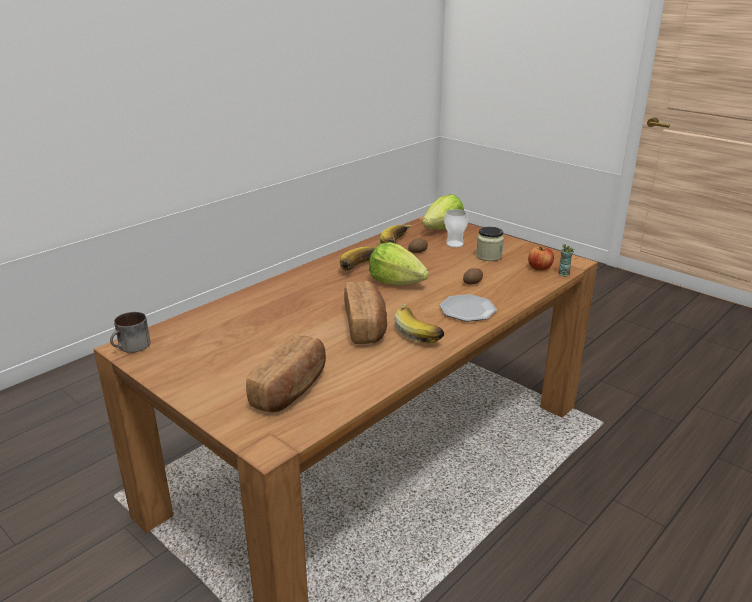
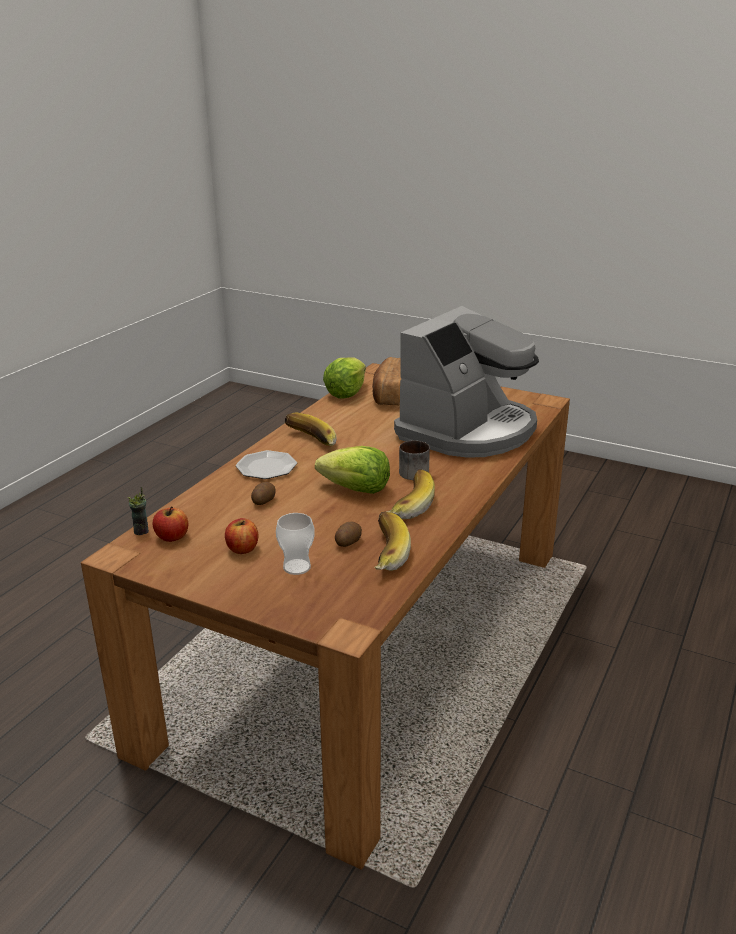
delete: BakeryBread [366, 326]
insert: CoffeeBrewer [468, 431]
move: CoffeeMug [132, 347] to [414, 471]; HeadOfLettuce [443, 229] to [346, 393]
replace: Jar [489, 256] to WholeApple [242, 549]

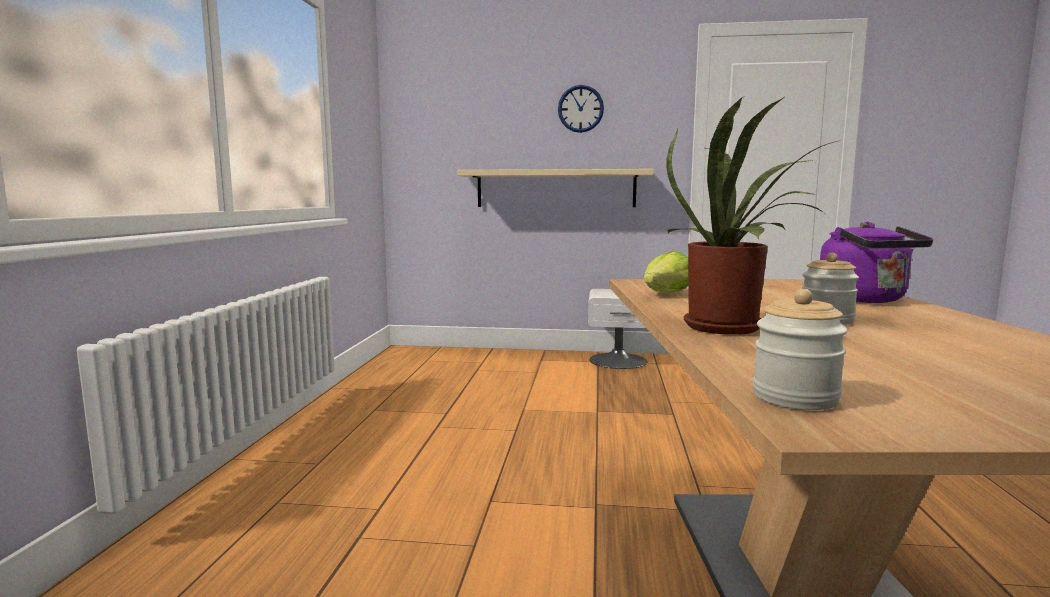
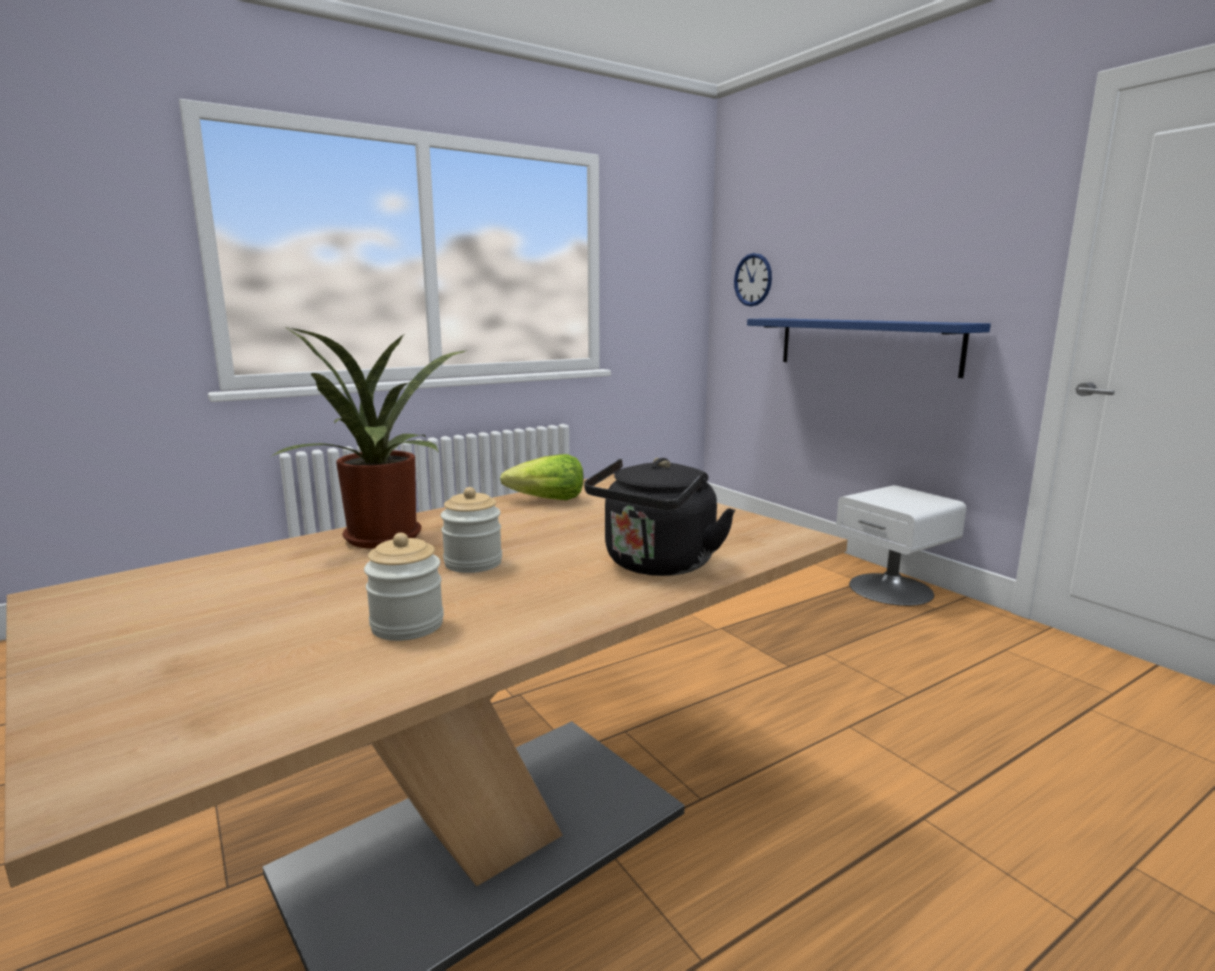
move: HangingClock [580, 109] to [753, 280]; Jar [795, 397] to [407, 625]
recolor: BeigeColouredBracketShelf [555, 188] to BlueBracketShelf [865, 344]; PurpleColouredKettle [866, 300] to BlackKettle [656, 565]

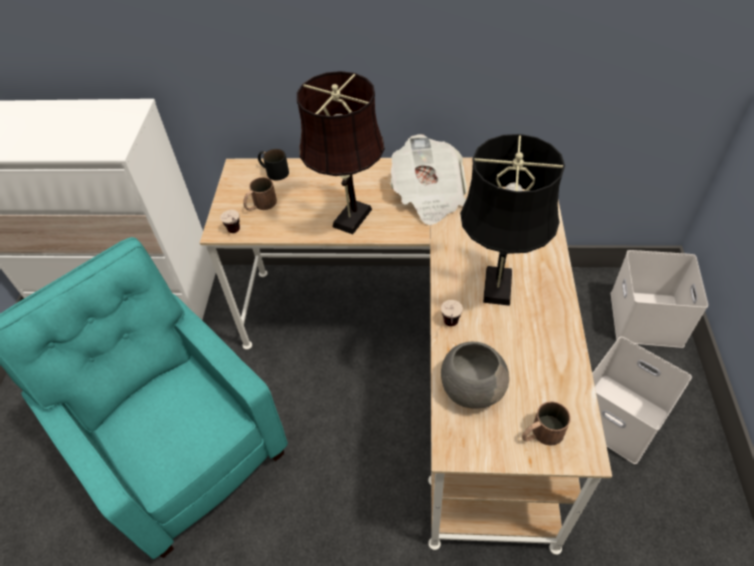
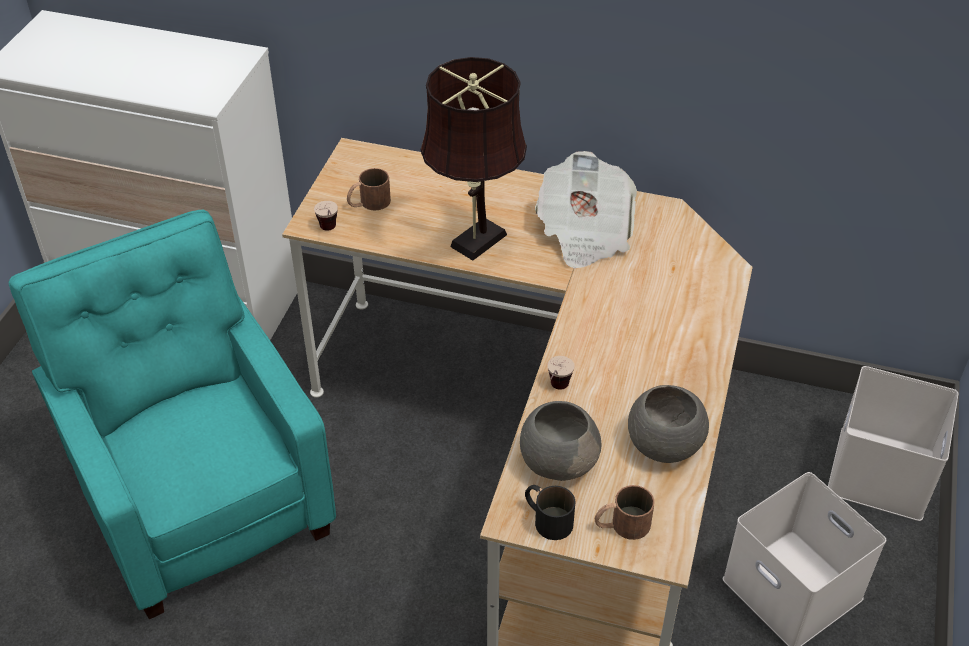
delete: BlackTableLamp [497, 290]
insert: GrayServingBowl [664, 444]
move: BlackCoffeeMug [273, 171] to [546, 518]

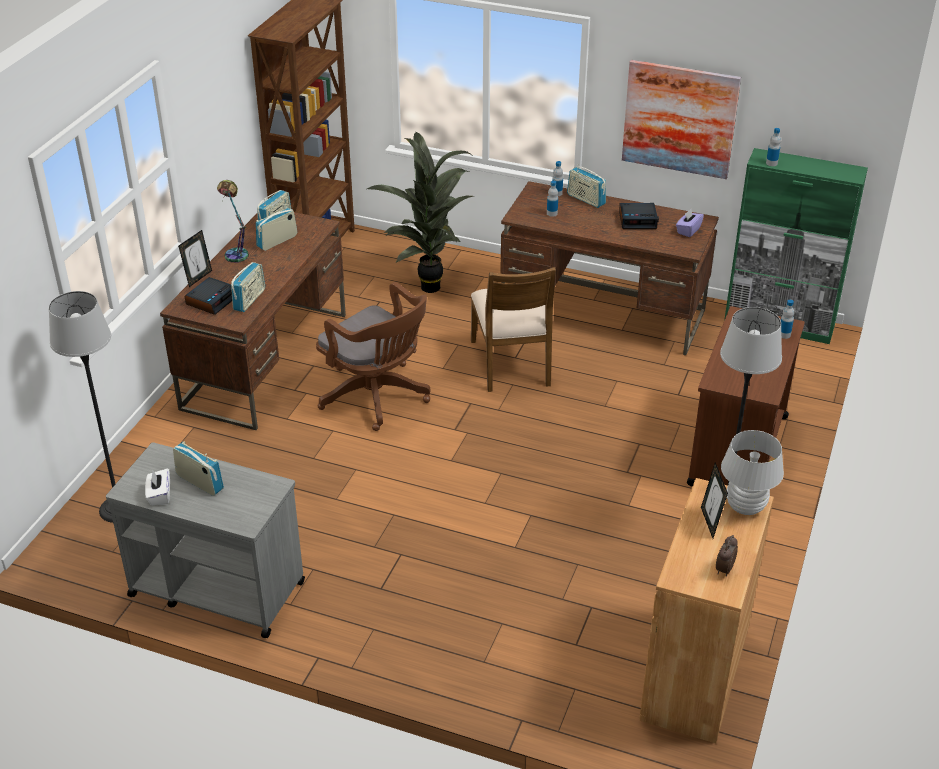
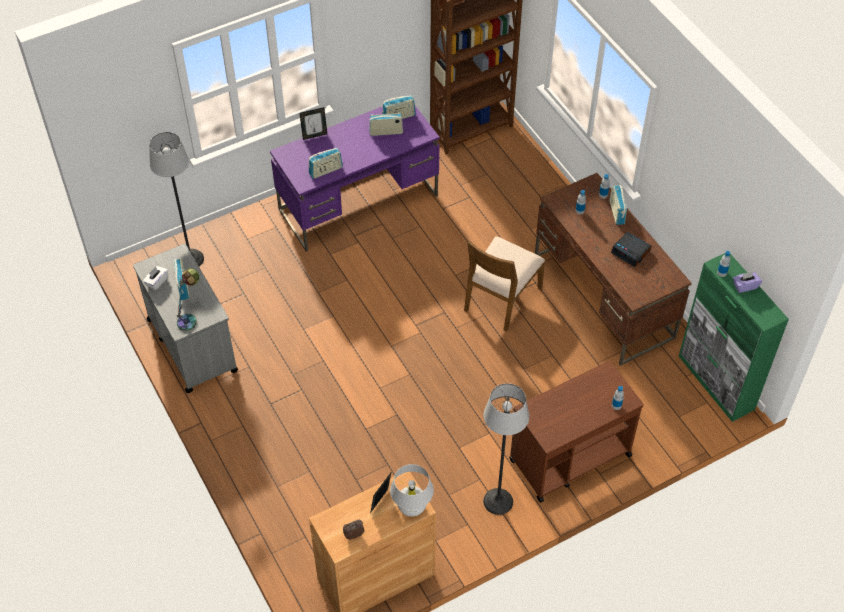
delete: BedsideClock [211, 300]; BrownColouredOfficeChair [378, 397]; PottedPlant [429, 285]; WallArt [679, 119]
move: TableLamp [236, 252] to [190, 318]; PurpleColouredTissueBox [688, 230] to [745, 286]
recolor: BrownColouredDeskTable [266, 360] to PurpleColouredDeskTable [359, 202]

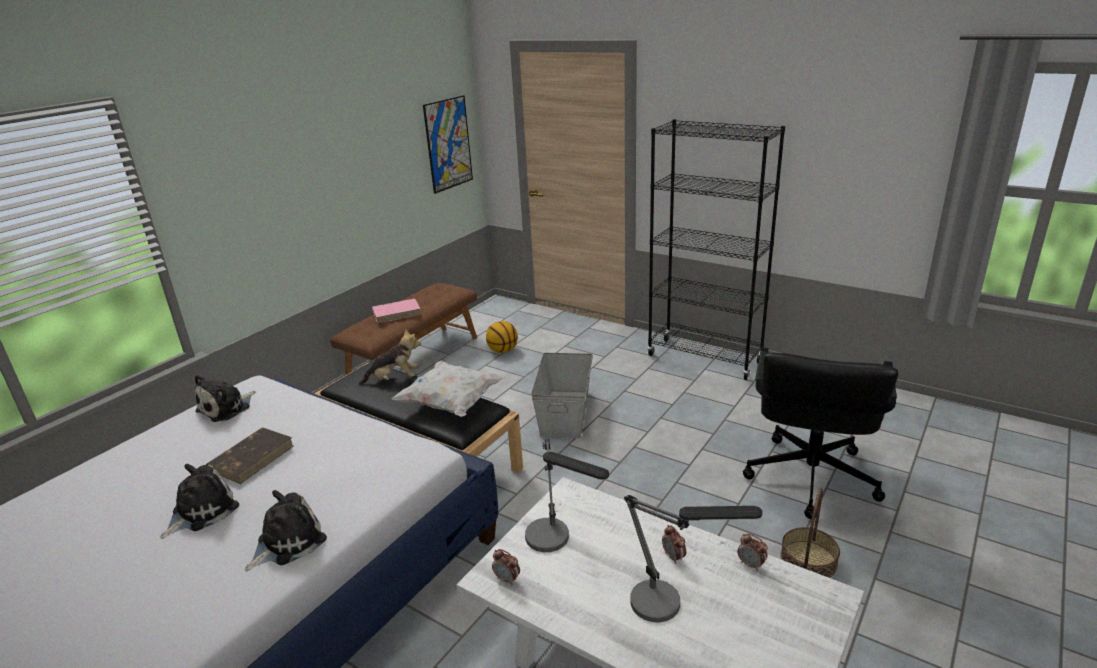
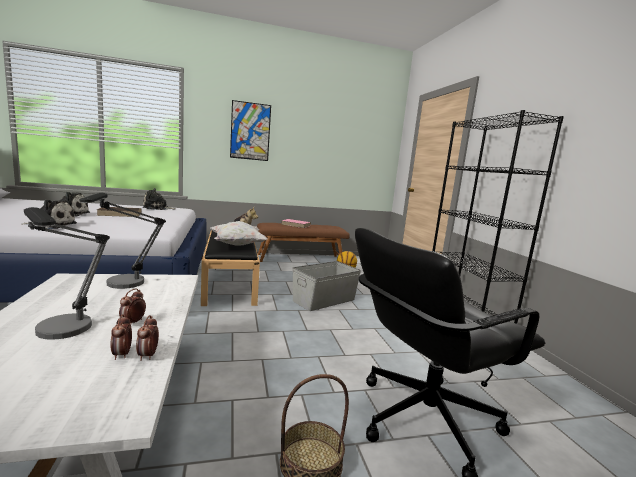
move: WallArt [448, 144] to [250, 131]; BedsideClock [507, 579] to [122, 354]

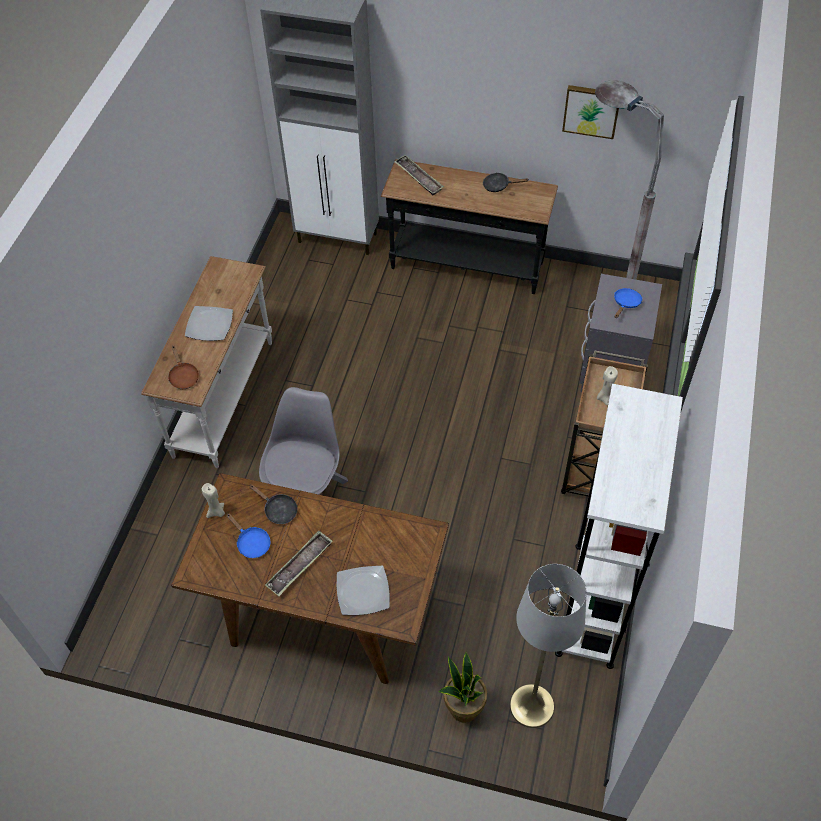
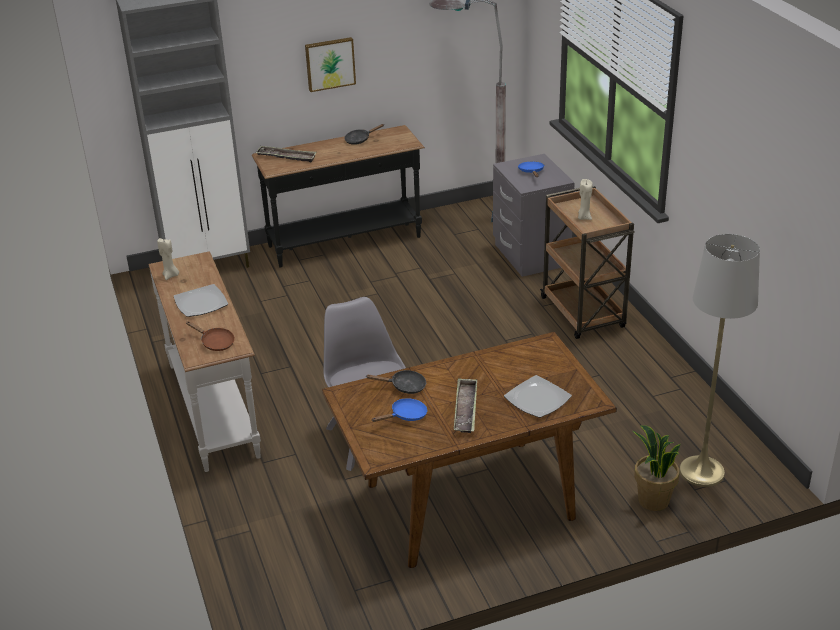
delete: WhitishBookshelf [593, 604]
move: BeigeColouredWaxLight [216, 512] to [170, 276]; WallArt [591, 110] to [330, 63]
rotate: BlueFryingPan [251, 543] = [406, 416] 45 degrees counterclockwise

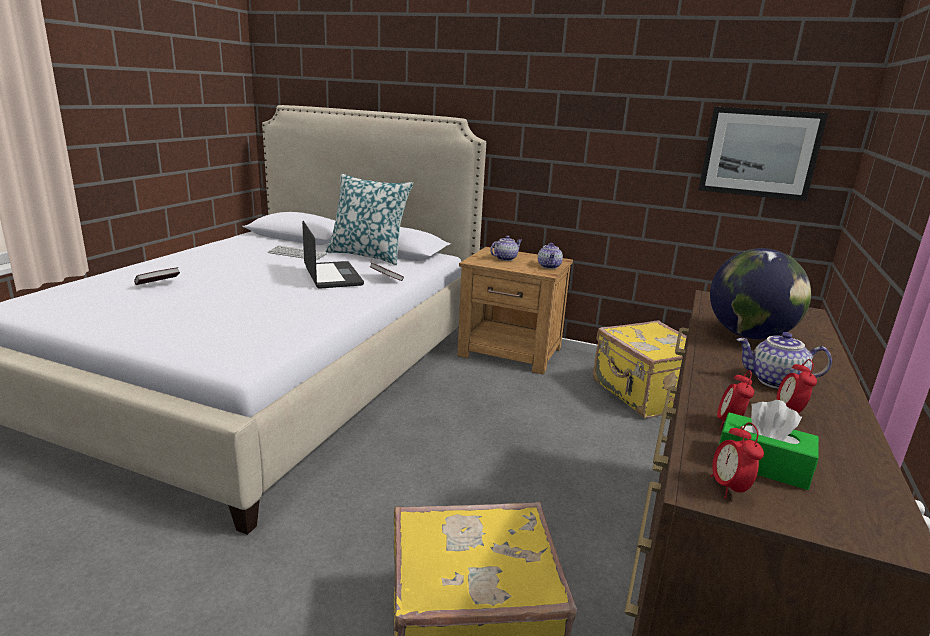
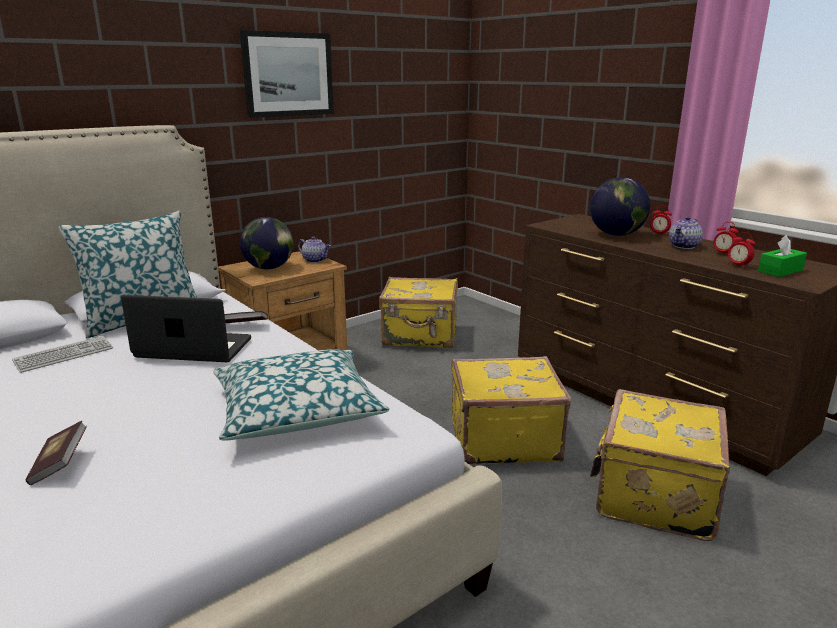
insert: ThrowPillow [297, 410]; YellowishPieceOfLuggage [502, 439]
move: WallArt [759, 153] to [288, 74]; BedsideClock [729, 488] to [658, 234]
replace: TeaPot [505, 258] to Globe [268, 268]

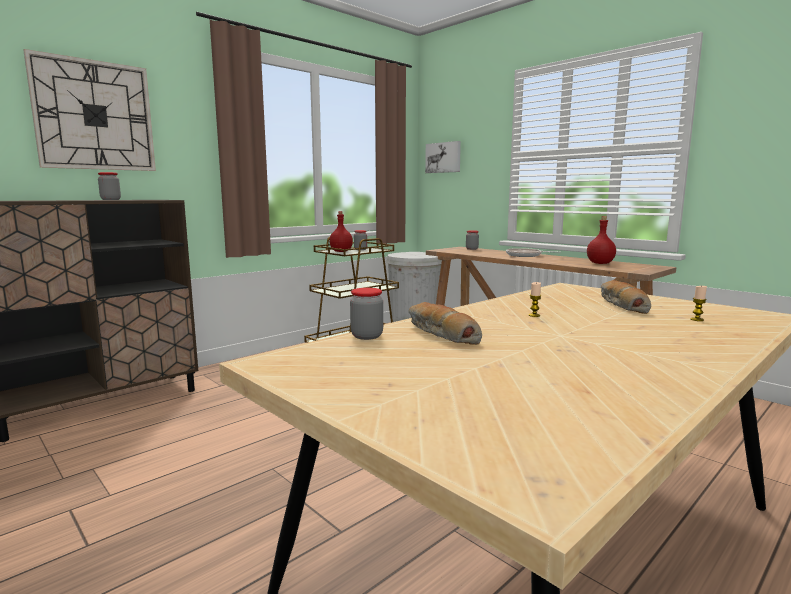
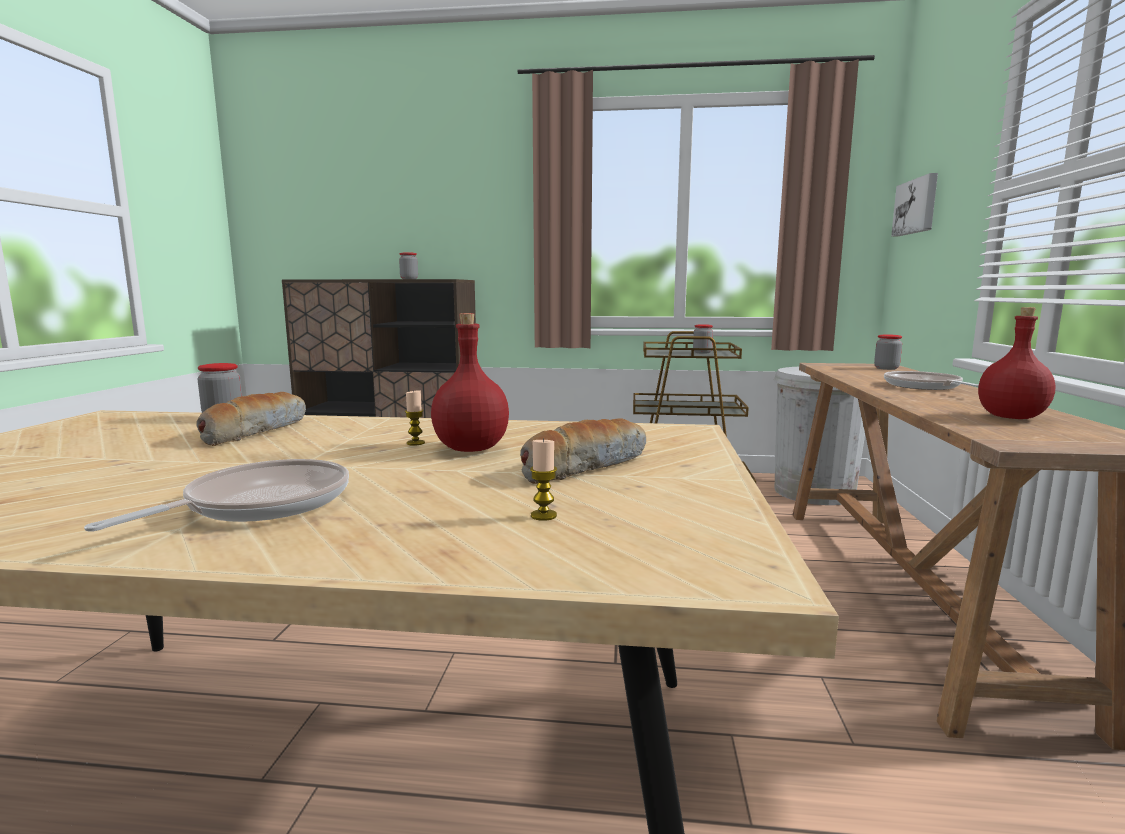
delete: HangingClock [94, 116]
insert: FryingPan [260, 504]
move: RedBeverageBottle [341, 251] to [470, 448]

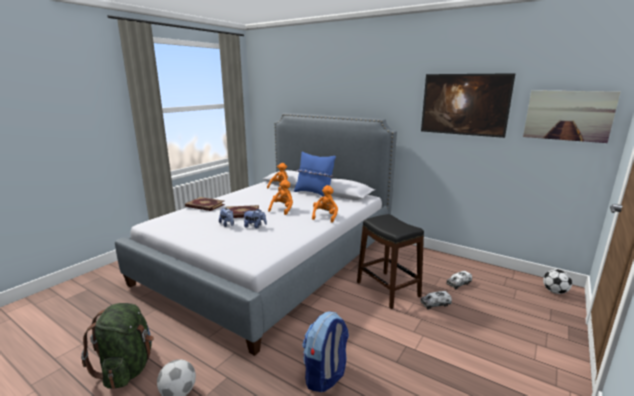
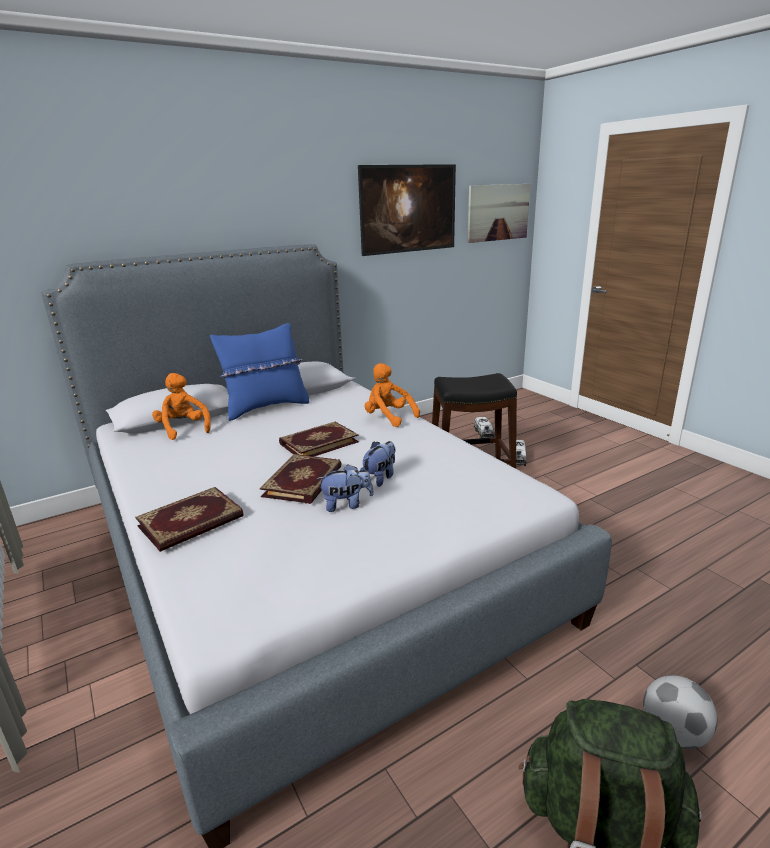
delete: Rucksack [325, 375]; Football [554, 291]
replace: OrangeColouredPlushToy [283, 209] to Book [318, 442]

